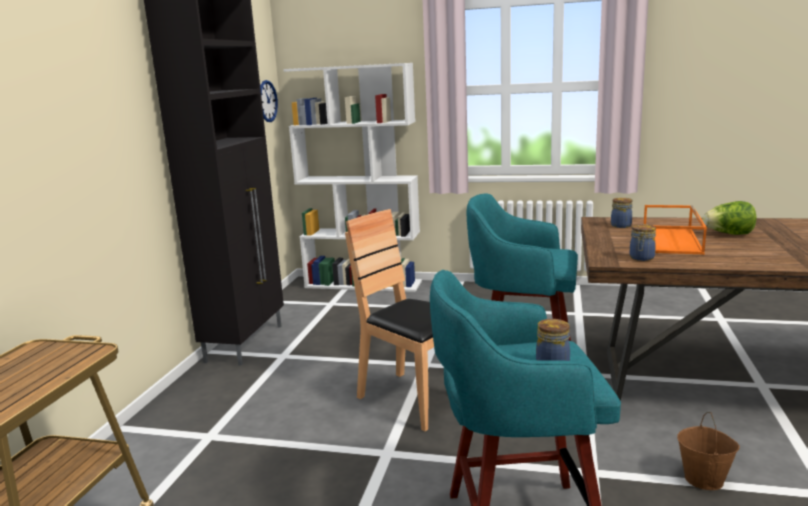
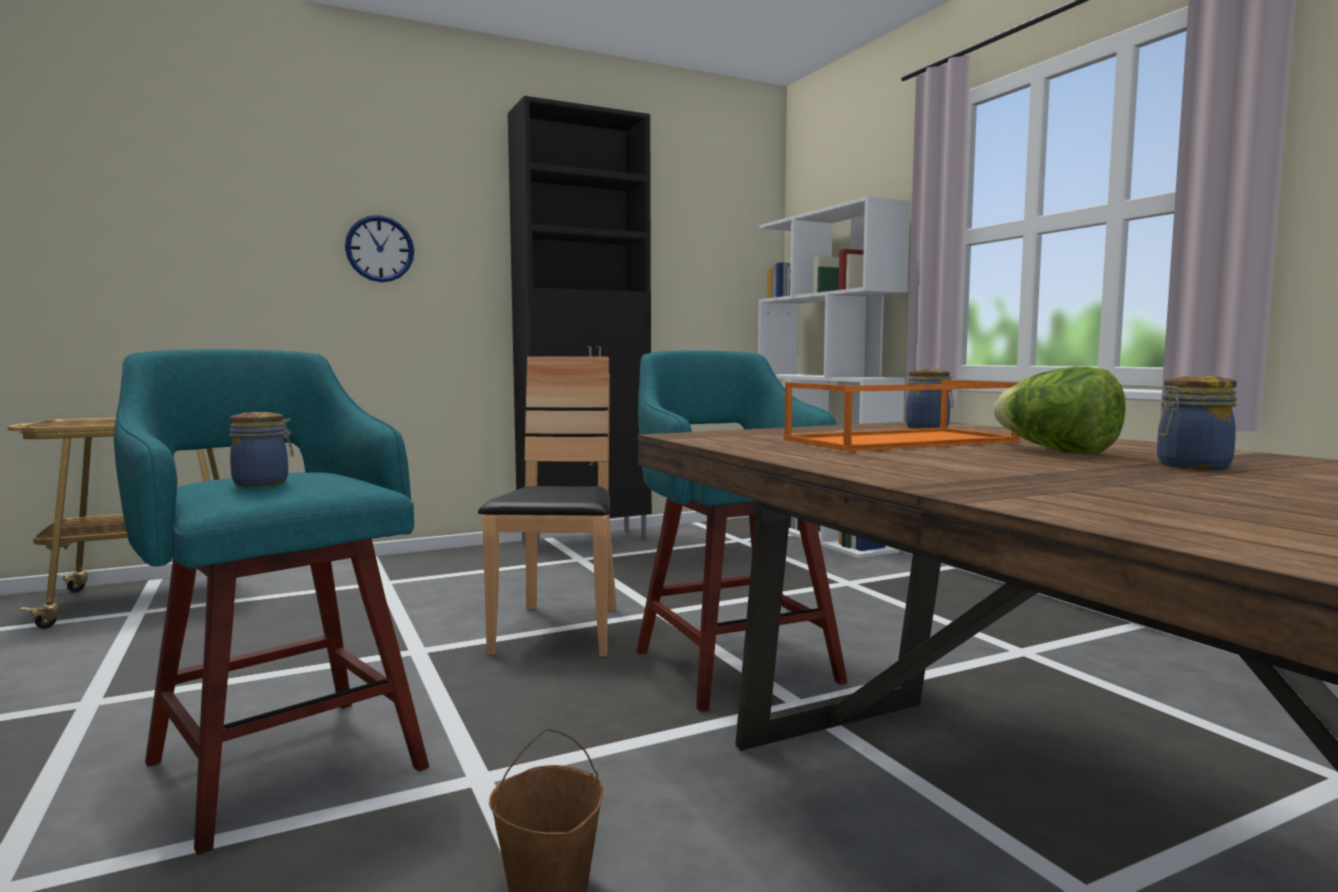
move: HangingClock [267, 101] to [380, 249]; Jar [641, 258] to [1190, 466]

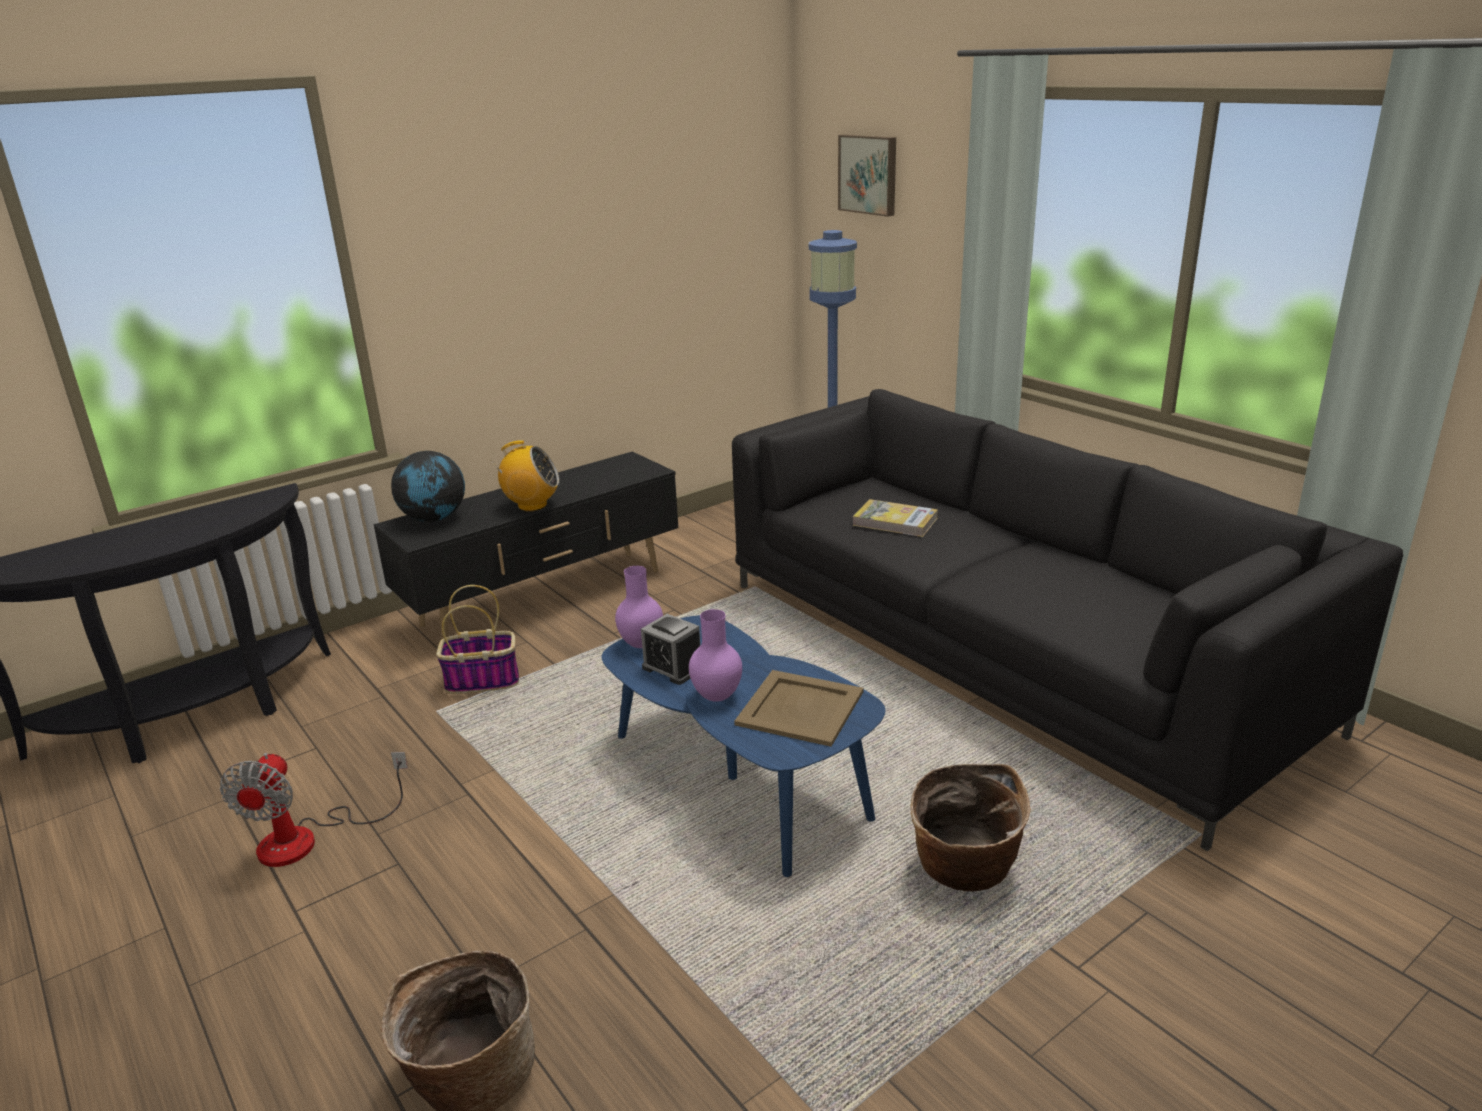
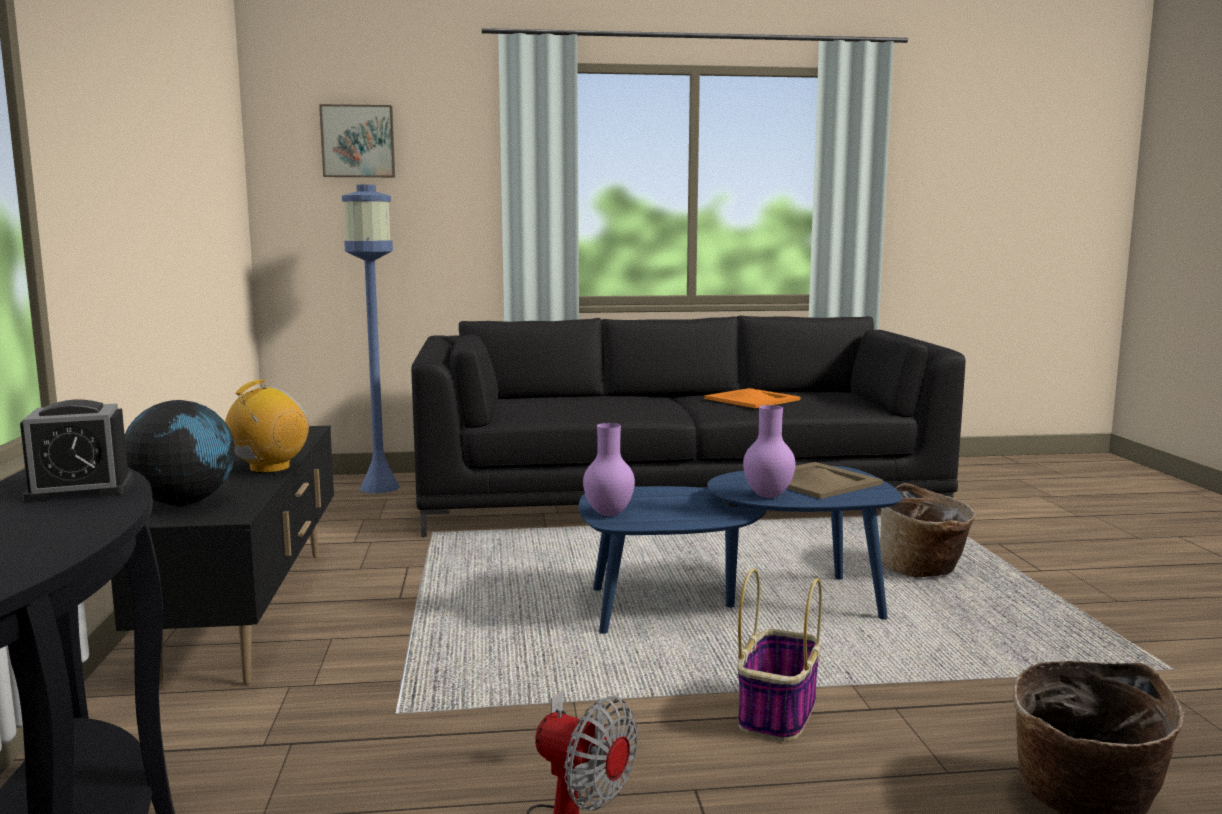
delete: Book [895, 522]
insert: OrangeColouredServingTray [753, 399]
move: StorageBasket [483, 680] to [777, 712]; BedsideClock [673, 668] to [80, 490]

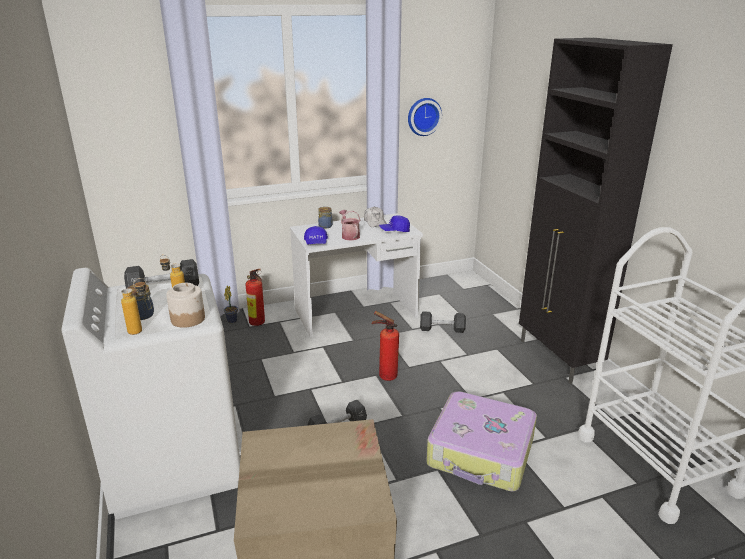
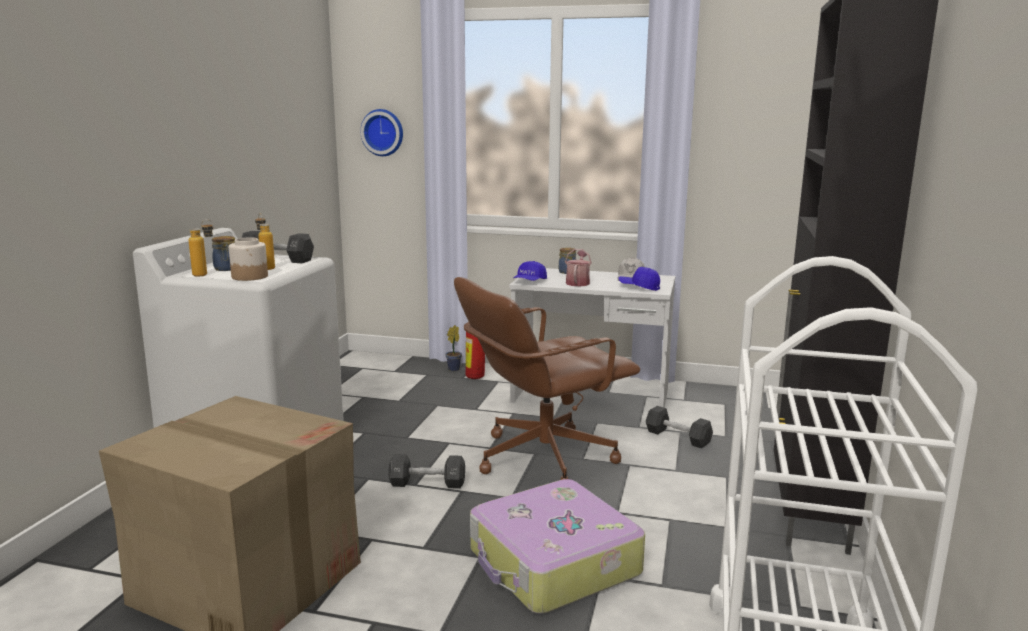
move: HangingClock [423, 116] to [383, 132]
replace: FireExtinguisher [385, 376] to BrownColouredOfficeChair [543, 458]

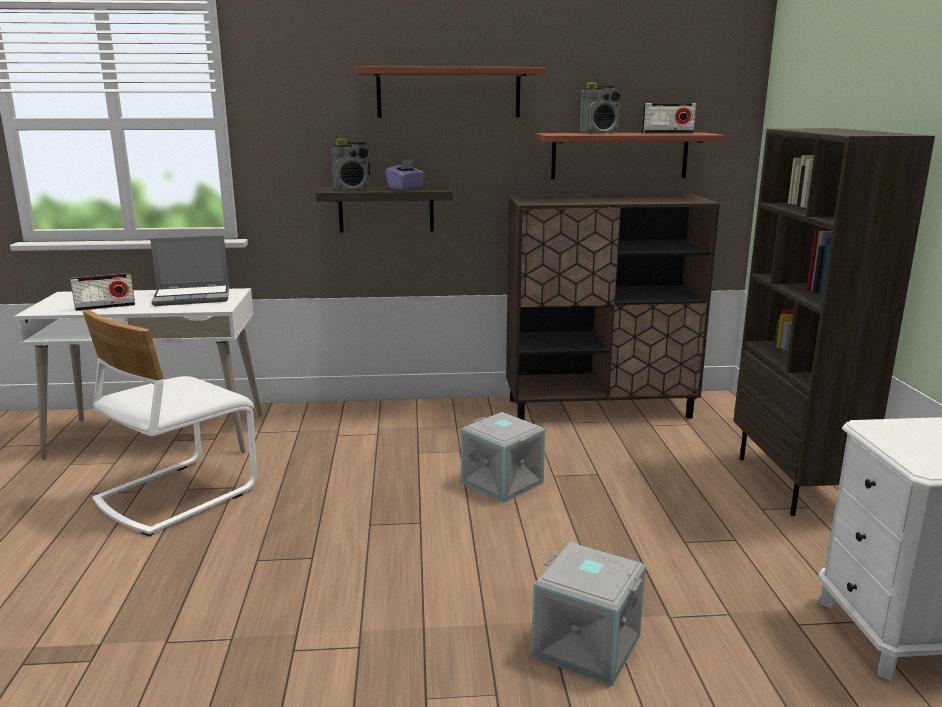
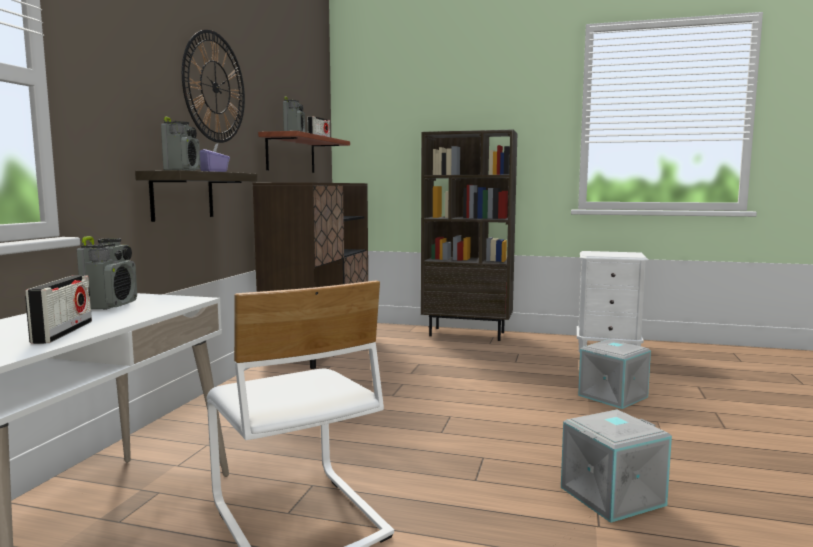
move: GrayStorageContainer [503, 482] to [611, 495]
replace: NotebookComputer [193, 297] to Radio [111, 305]; BracketShelf [448, 93] to HangingClock [215, 87]

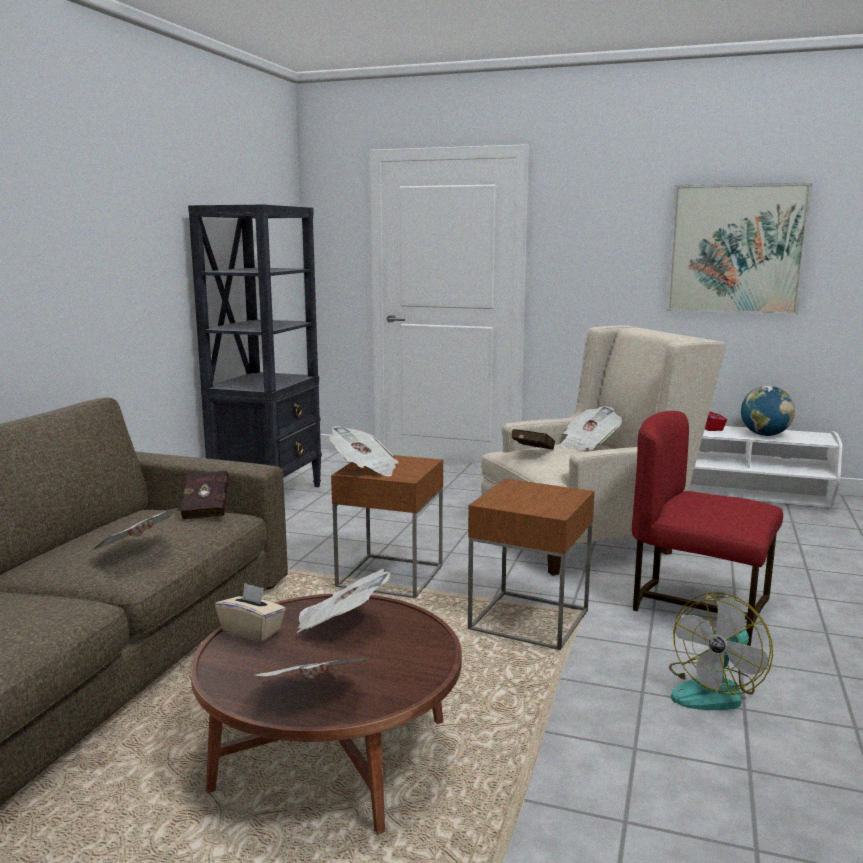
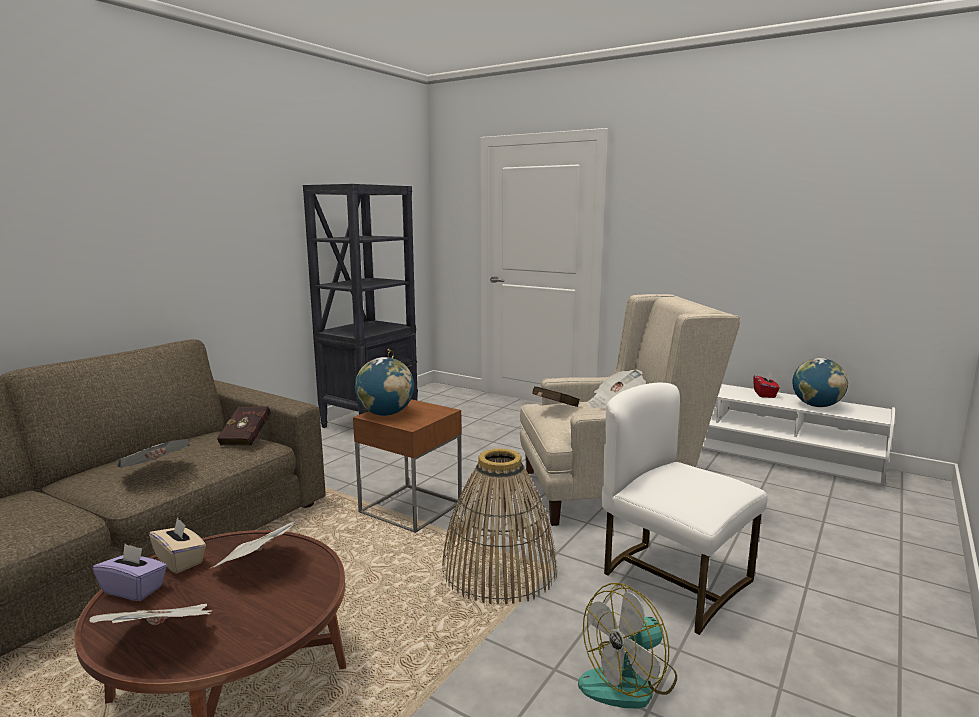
delete: WallArt [735, 249]
insert: PurpleColouredTissueBox [134, 589]
replace: PrintedPaper [365, 469] to Globe [385, 414]; BrownColouredAccentTable [529, 620] to StorageBasket [499, 570]
recolor: RedUprightChair [699, 607] to WhitishUprightChair [673, 580]

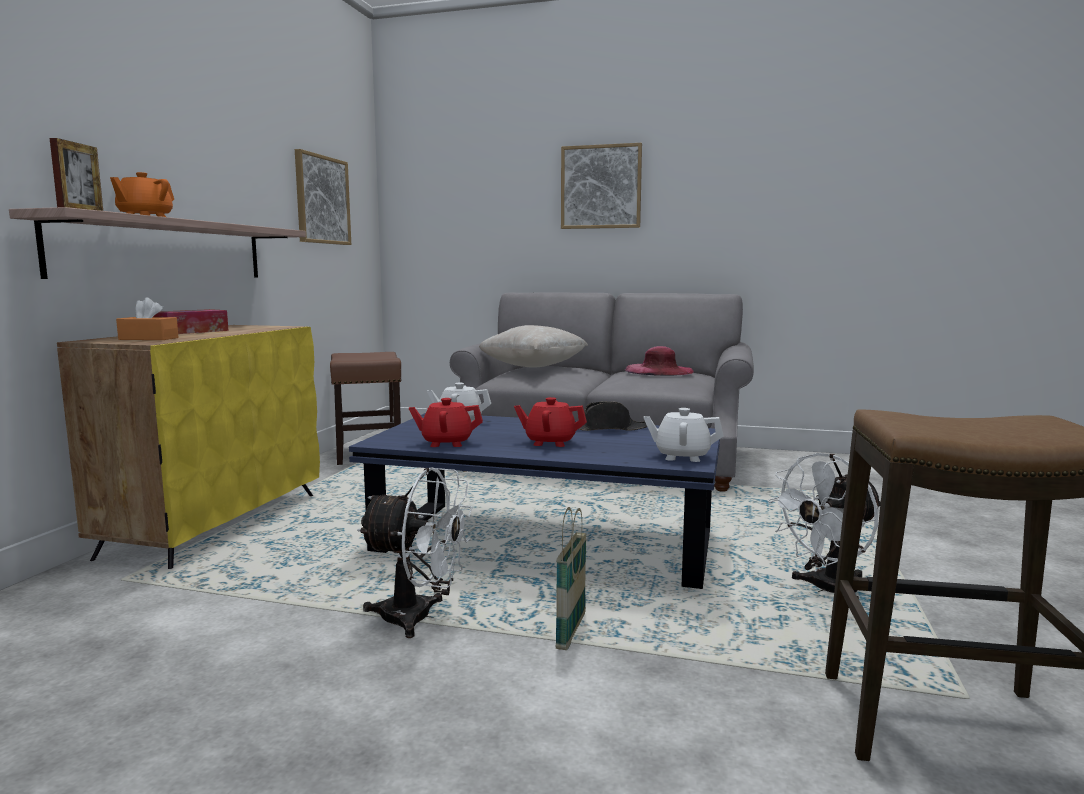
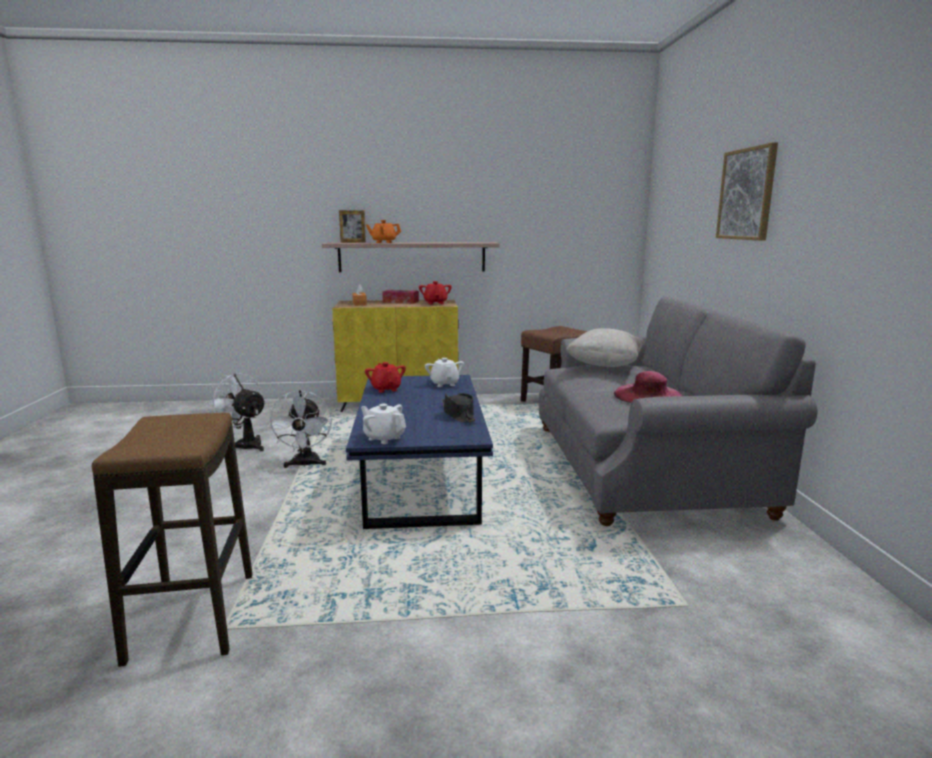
delete: WallArt [322, 200]; StorageBasket [571, 632]
move: RedTeaPot [550, 442] to [435, 303]; WhitishFan [826, 590] to [245, 444]
rotate: WhitishTeaPot [682, 456] = [384, 438] 45 degrees counterclockwise

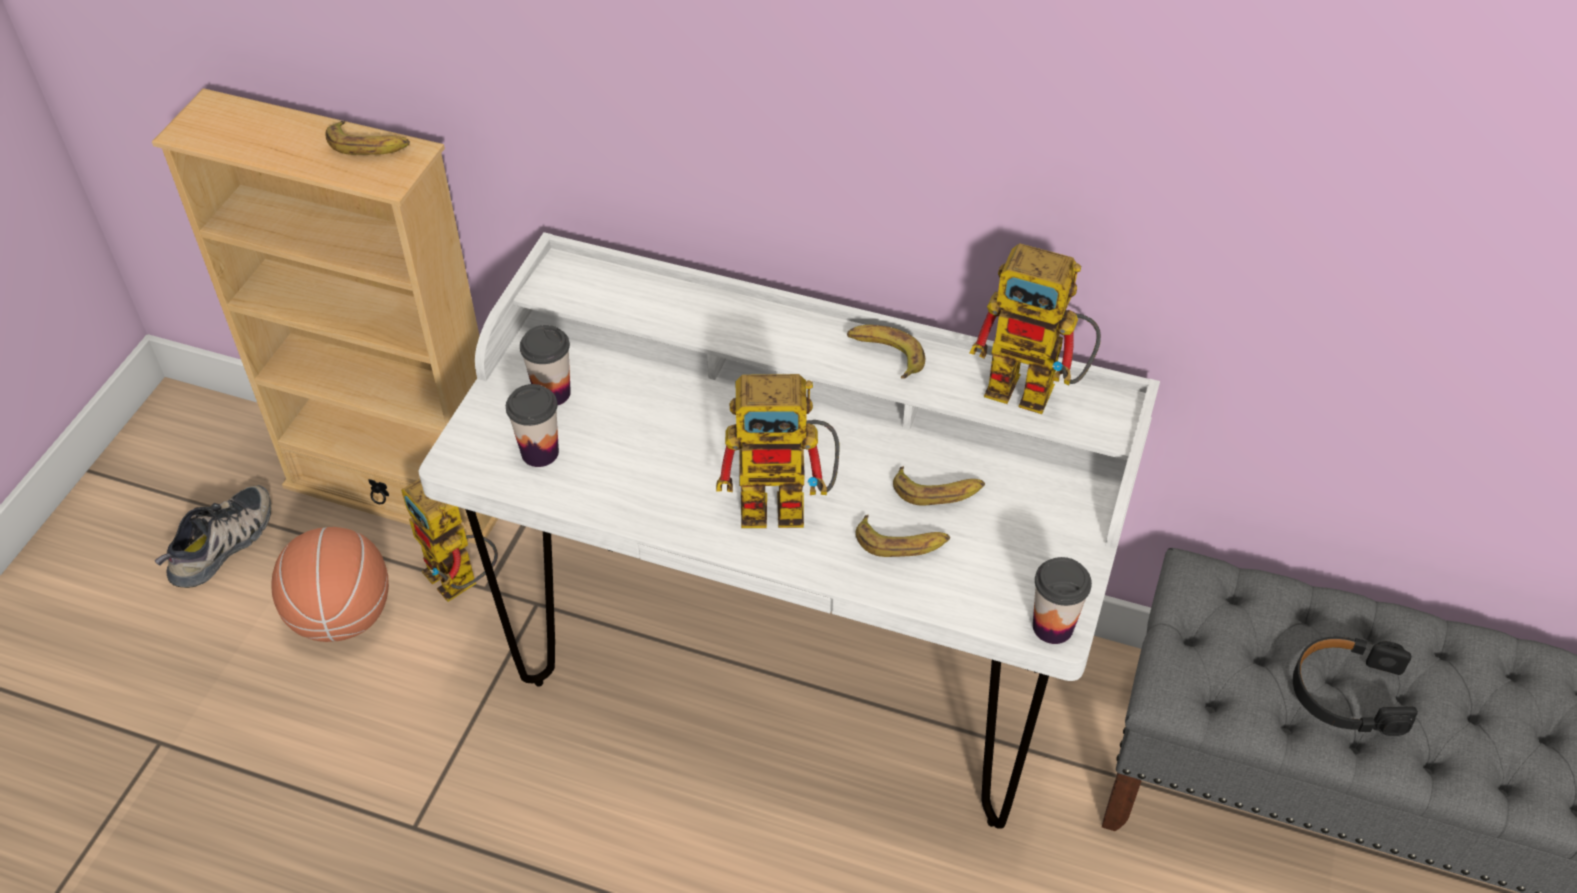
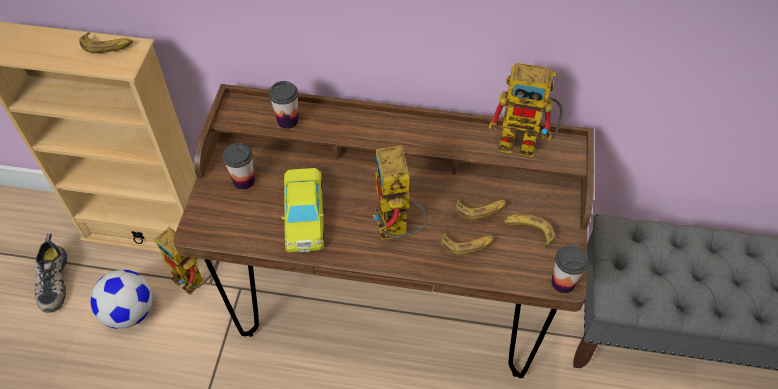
delete: BlackHeadset [1347, 693]
insert: YellowishModelCar [304, 214]
move: SmallCup [540, 452] to [287, 120]; Banana [885, 354] to [528, 231]
replace: Basketball [342, 615] to Football [130, 312]
recolor: WhitishDeskTable [789, 673] to BrownColouredDeskTable [389, 306]
rotate: Shoe [224, 545] = [52, 280] 150 degrees clockwise; ToyRobot [788, 504] = [396, 230] 90 degrees clockwise

